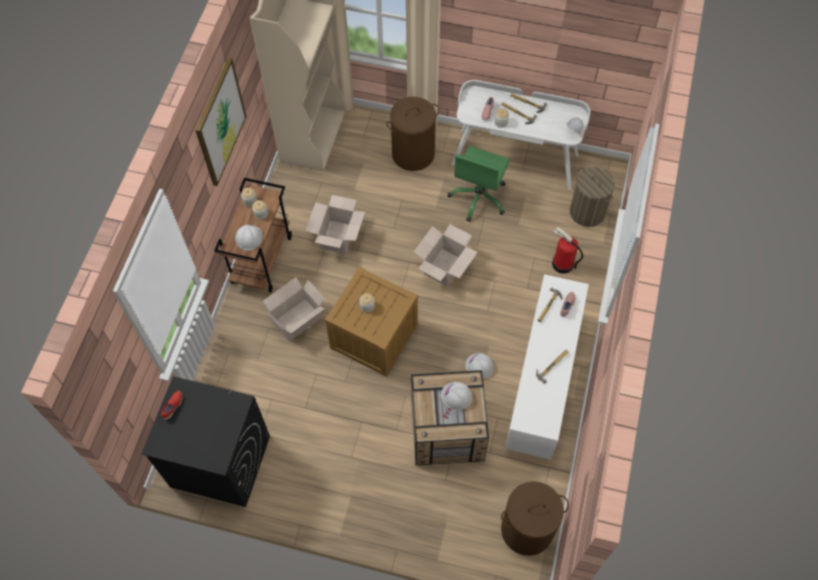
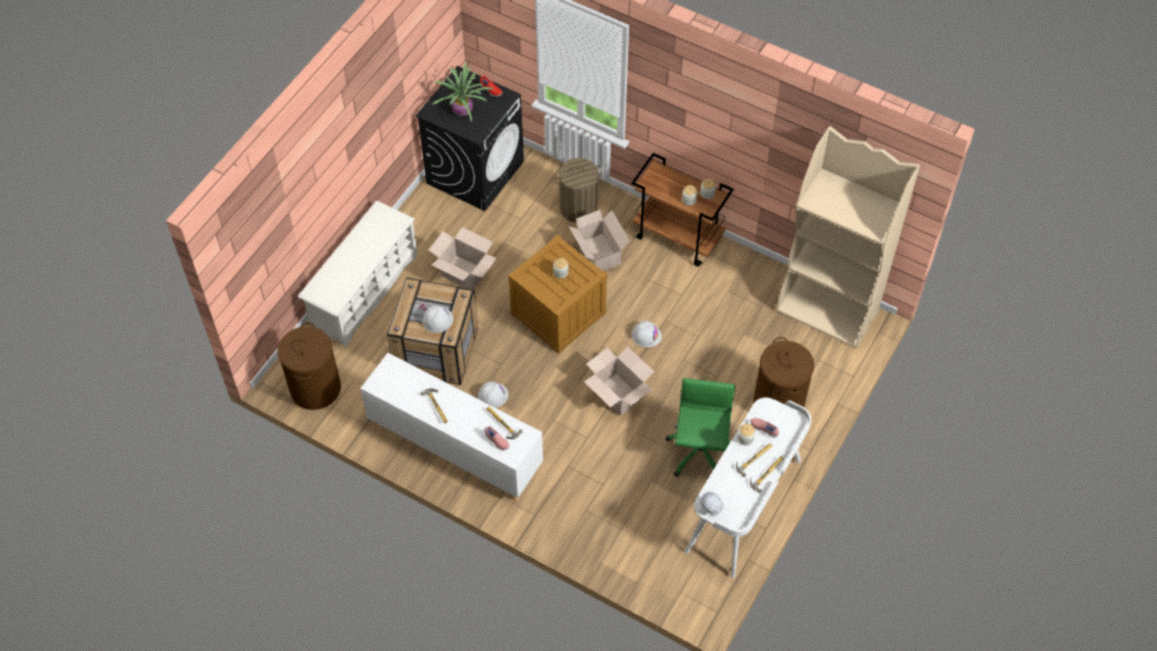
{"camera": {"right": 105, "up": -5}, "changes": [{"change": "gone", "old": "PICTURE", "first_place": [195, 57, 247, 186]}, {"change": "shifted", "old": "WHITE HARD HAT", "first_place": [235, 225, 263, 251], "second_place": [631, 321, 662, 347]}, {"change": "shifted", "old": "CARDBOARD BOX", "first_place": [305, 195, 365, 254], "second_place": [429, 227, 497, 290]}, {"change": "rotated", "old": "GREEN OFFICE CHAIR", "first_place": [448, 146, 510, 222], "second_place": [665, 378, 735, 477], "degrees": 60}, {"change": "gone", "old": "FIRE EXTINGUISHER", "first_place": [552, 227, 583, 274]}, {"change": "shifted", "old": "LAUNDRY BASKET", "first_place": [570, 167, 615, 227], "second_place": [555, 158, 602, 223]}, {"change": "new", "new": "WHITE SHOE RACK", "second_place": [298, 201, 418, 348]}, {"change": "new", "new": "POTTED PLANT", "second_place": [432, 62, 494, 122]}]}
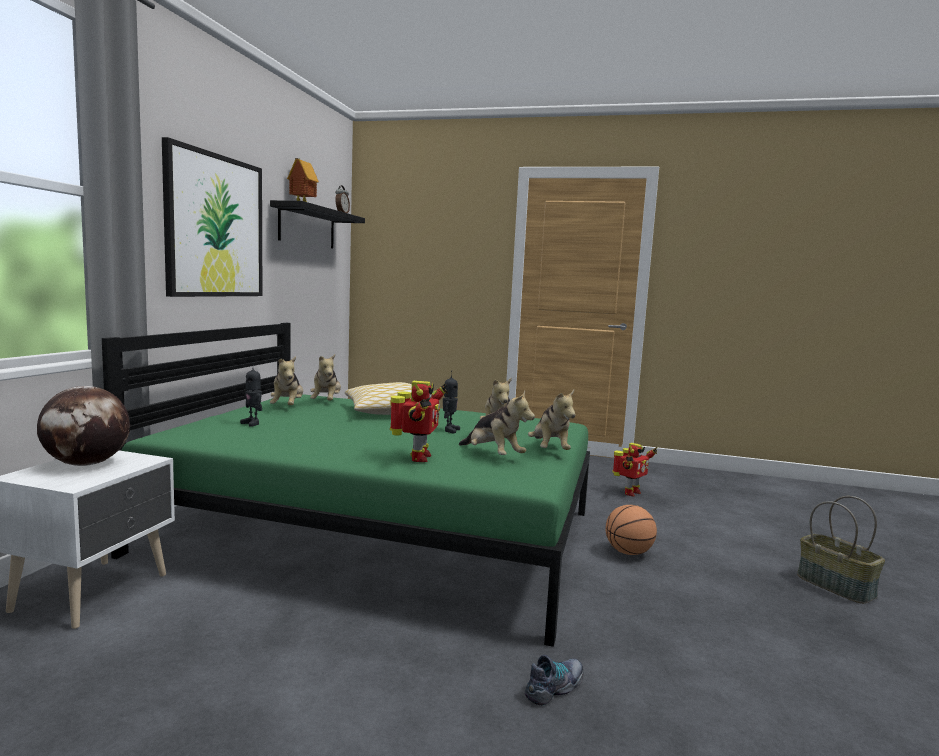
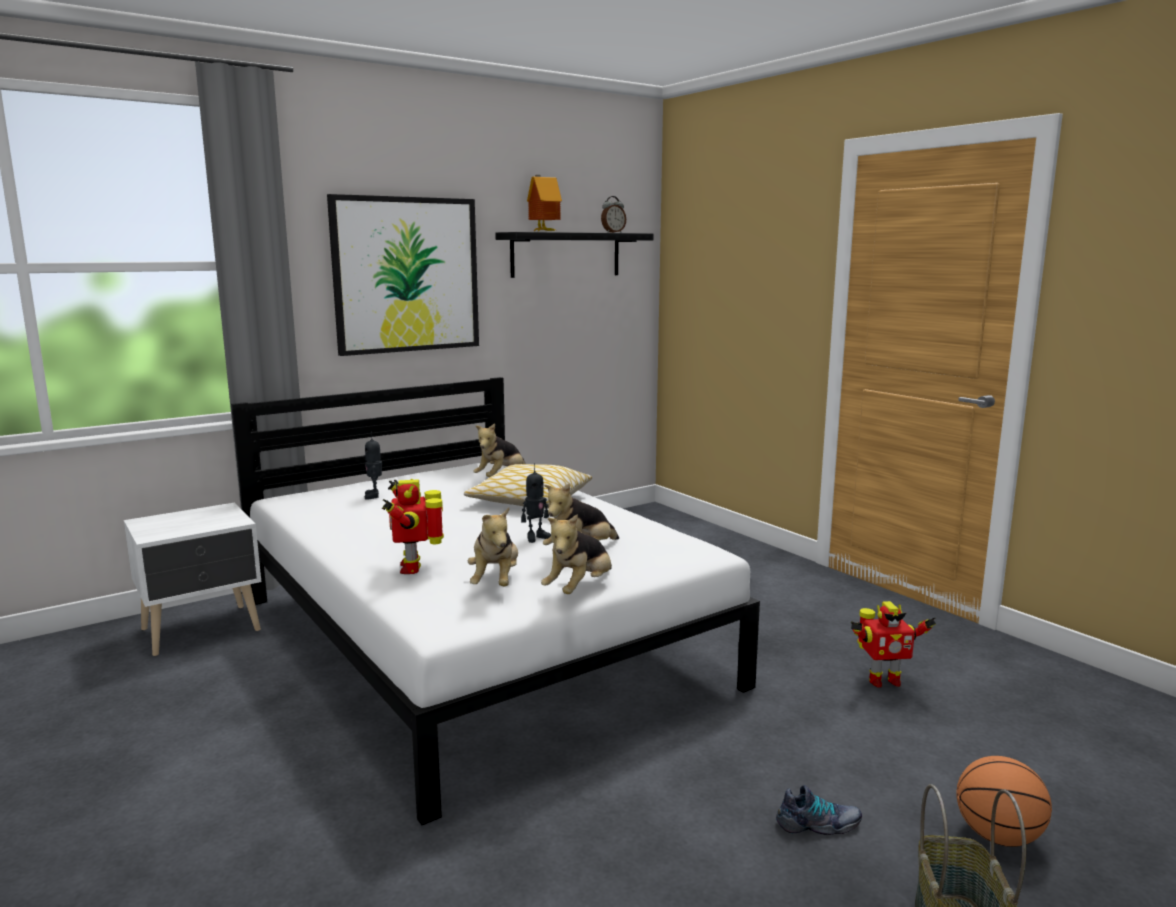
{"camera": {"right": 40, "up": 5}, "changes": [{"change": "gone", "old": "GLOBE", "first_place": [37, 386, 130, 466]}, {"change": "repainted", "old": "GREEN BED", "new": "WHITE BED", "first_place": [102, 323, 590, 647], "second_place": [231, 377, 760, 825]}, {"change": "gone", "old": "PLUSH TOY", "first_place": [270, 356, 303, 405]}, {"change": "rotated", "old": "TOY ROBOT", "first_place": [390, 381, 447, 462], "second_place": [382, 479, 444, 574], "degrees": 120}, {"change": "shifted", "old": "SHOE", "first_place": [525, 655, 583, 705], "second_place": [776, 785, 862, 835]}, {"change": "shifted", "old": "BASKETBALL", "first_place": [605, 505, 657, 555], "second_place": [956, 756, 1052, 847]}]}
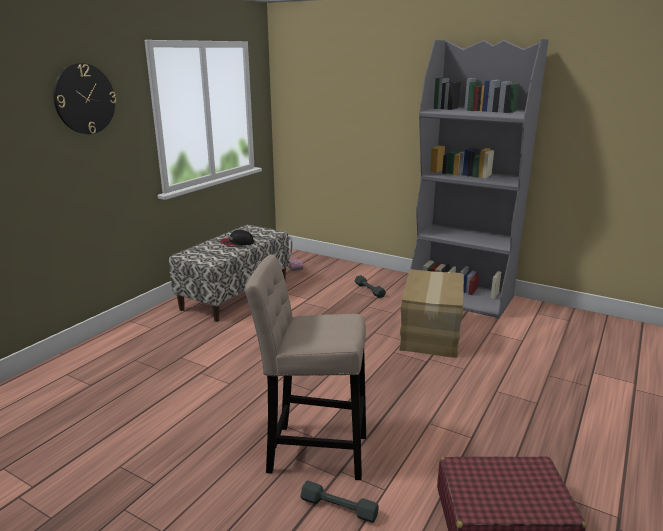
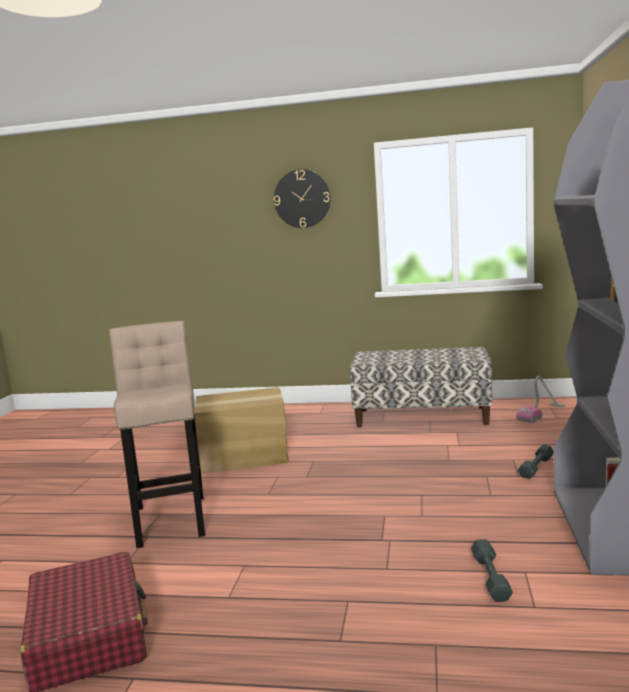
{"camera": {"right": 70, "up": -10}, "changes": [{"change": "gone", "old": "CAP", "first_place": [220, 230, 254, 245]}, {"change": "shifted", "old": "GREY DUMBBELL", "first_place": [300, 481, 379, 523], "second_place": [471, 539, 513, 602]}, {"change": "shifted", "old": "CARDBOARD BOX", "first_place": [399, 269, 464, 358], "second_place": [194, 387, 289, 473]}]}
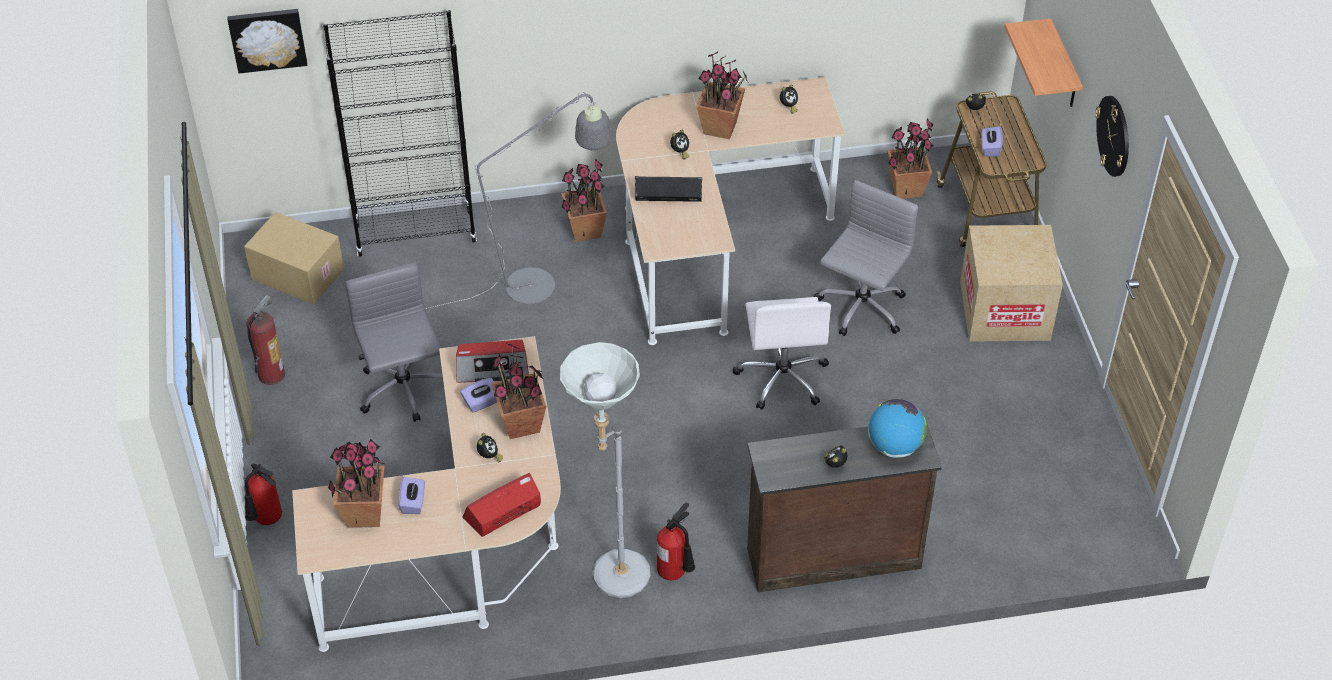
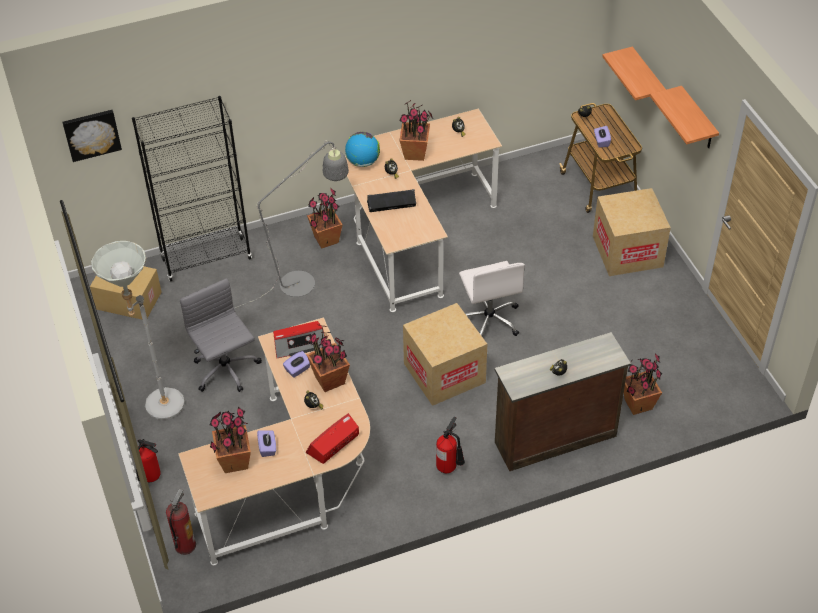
{"camera": {"right": -10, "up": 0}, "changes": [{"change": "shifted", "old": "FIRE EXTINGUISHER", "first_place": [246, 295, 285, 385], "second_place": [166, 489, 196, 555]}, {"change": "shifted", "old": "GREY FLOOR LAMP", "first_place": [560, 342, 651, 598], "second_place": [91, 241, 185, 420]}, {"change": "gone", "old": "GREY OFFICE CHAIR", "first_place": [814, 180, 918, 336]}, {"change": "shifted", "old": "GLOBE", "first_place": [868, 399, 927, 458], "second_place": [345, 132, 380, 167]}, {"change": "shifted", "old": "POTTED PLANT", "first_place": [887, 118, 933, 199], "second_place": [624, 353, 662, 415]}, {"change": "swapped", "old": "WALL CLOCK", "new": "SHELF", "first_place": [1095, 96, 1129, 177], "second_place": [650, 86, 719, 148]}, {"change": "new", "new": "CARDBOARD BOX", "second_place": [403, 303, 487, 406]}]}
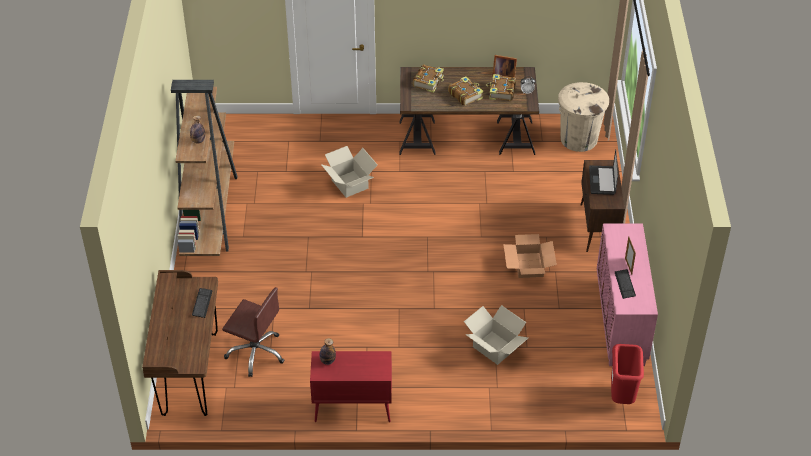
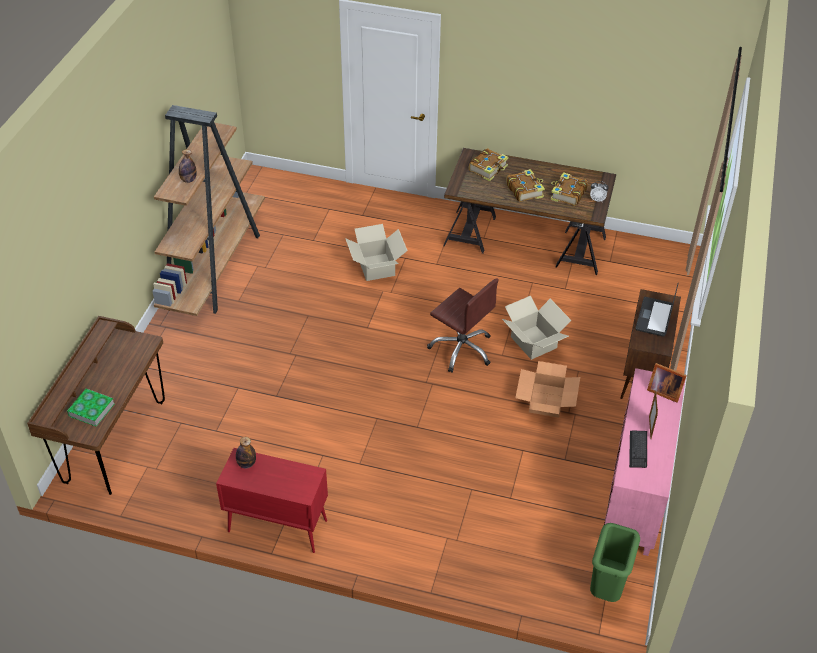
{"camera": {"right": 15, "up": 0}, "changes": [{"change": "gone", "old": "KEYBOARD", "first_place": [192, 288, 213, 318]}, {"change": "shifted", "old": "BROWN OFFICE CHAIR", "first_place": [222, 287, 284, 377], "second_place": [427, 278, 499, 372]}, {"change": "shifted", "old": "CARDBOARD BOX", "first_place": [464, 305, 528, 365], "second_place": [502, 296, 571, 360]}, {"change": "shifted", "old": "PICTURE FRAME", "first_place": [492, 55, 517, 77], "second_place": [647, 363, 687, 403]}, {"change": "gone", "old": "BEIGE TRASH CAN", "first_place": [558, 82, 609, 152]}, {"change": "repainted", "old": "RED TRASH CAN", "new": "GREEN TRASH CAN", "first_place": [611, 344, 644, 404], "second_place": [590, 523, 640, 602]}, {"change": "new", "new": "BOOK", "second_place": [67, 389, 114, 427]}]}
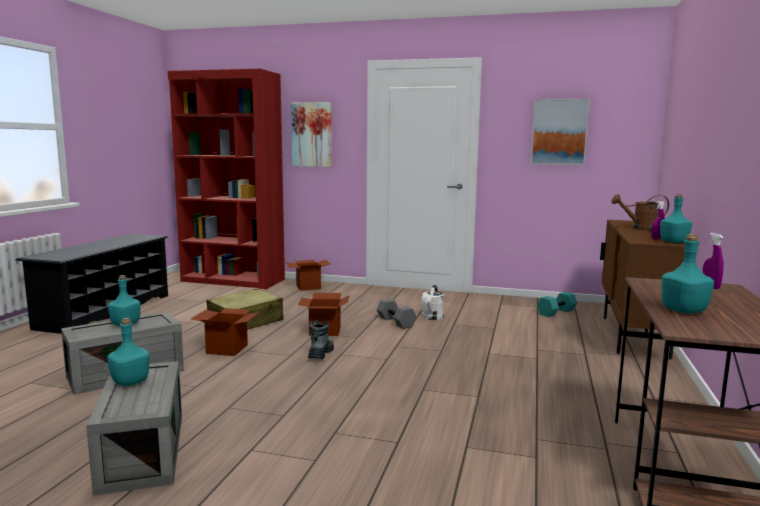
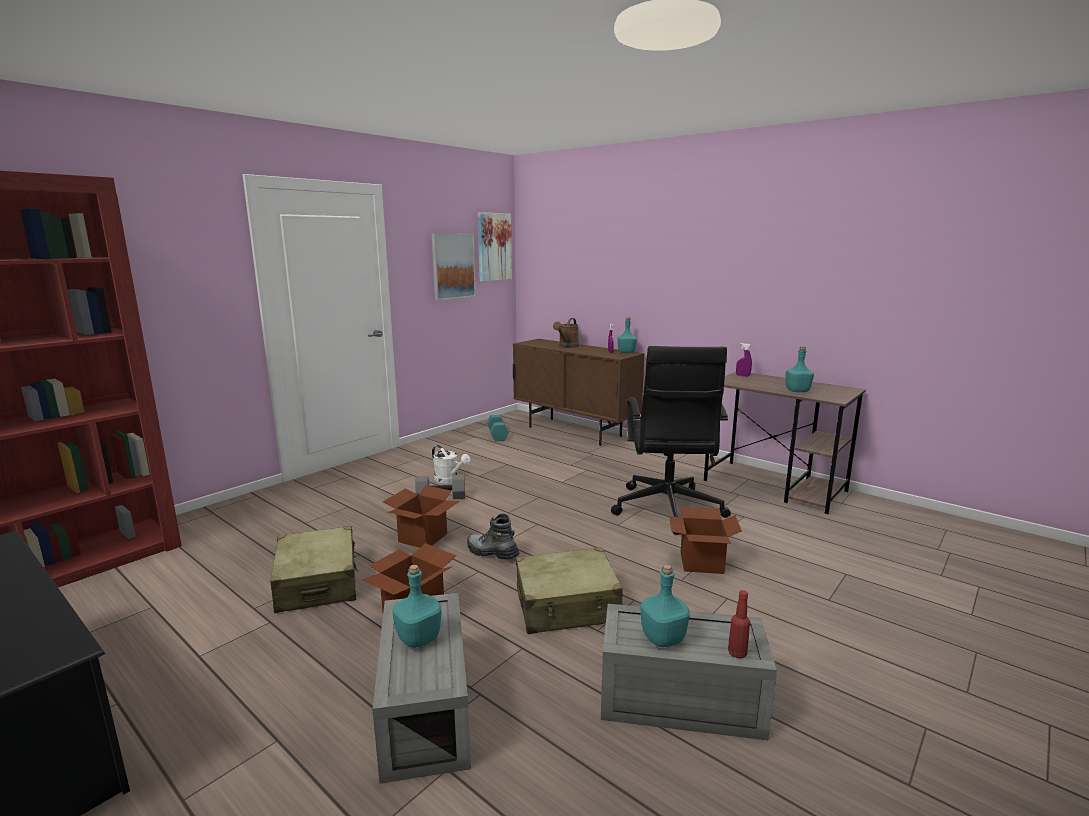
{"camera": {"right": -65, "up": 5}, "changes": [{"change": "shifted", "old": "CARDBOARD BOX", "first_place": [287, 260, 330, 291], "second_place": [669, 507, 742, 574]}, {"change": "shifted", "old": "PICTURE", "first_place": [291, 102, 332, 167], "second_place": [478, 212, 512, 282]}, {"change": "new", "new": "BEIGE SUITCASE", "second_place": [516, 547, 623, 634]}, {"change": "new", "new": "BLACK OFFICE CHAIR", "second_place": [611, 346, 731, 535]}, {"change": "new", "new": "RED BOTTLE", "second_place": [728, 590, 750, 658]}]}
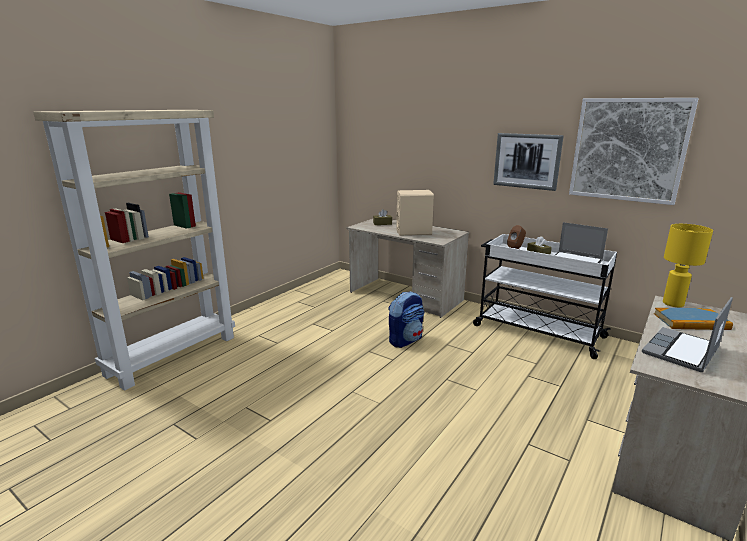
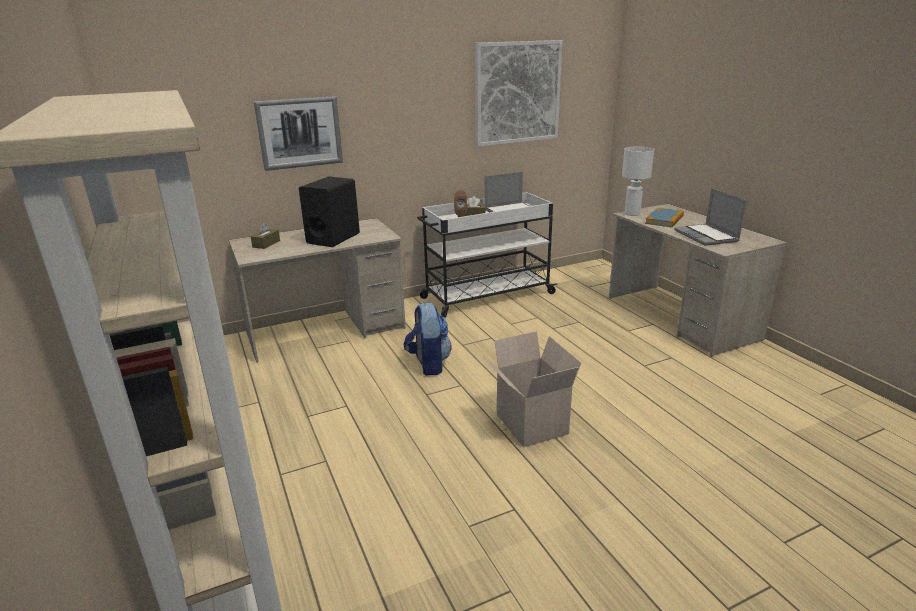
{"camera": {"right": -60, "up": 5}, "changes": [{"change": "repainted", "old": "BEIGE SPEAKER", "new": "BLACK SPEAKER", "first_place": [396, 190, 434, 236], "second_place": [299, 176, 360, 247]}, {"change": "shifted", "old": "PICTURE", "first_place": [493, 133, 564, 191], "second_place": [254, 96, 343, 171]}, {"change": "repainted", "old": "YELLOW TABLE LAMP", "new": "WHITE TABLE LAMP", "first_place": [663, 224, 713, 307], "second_place": [622, 147, 654, 216]}, {"change": "new", "new": "CARDBOARD BOX", "second_place": [482, 331, 581, 447]}]}
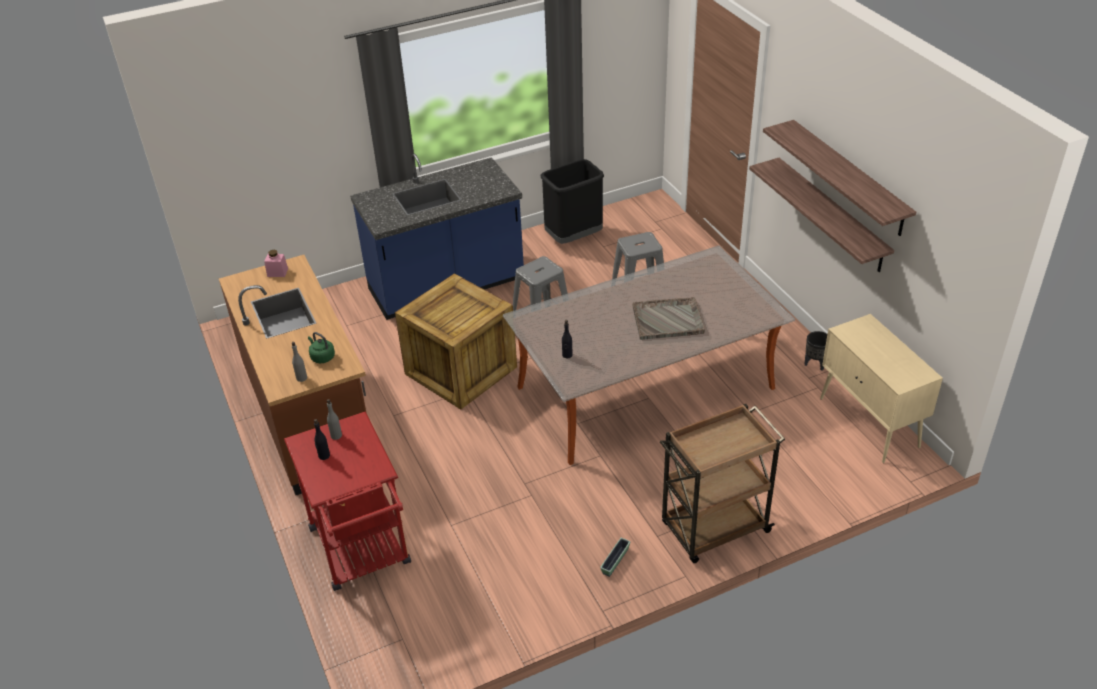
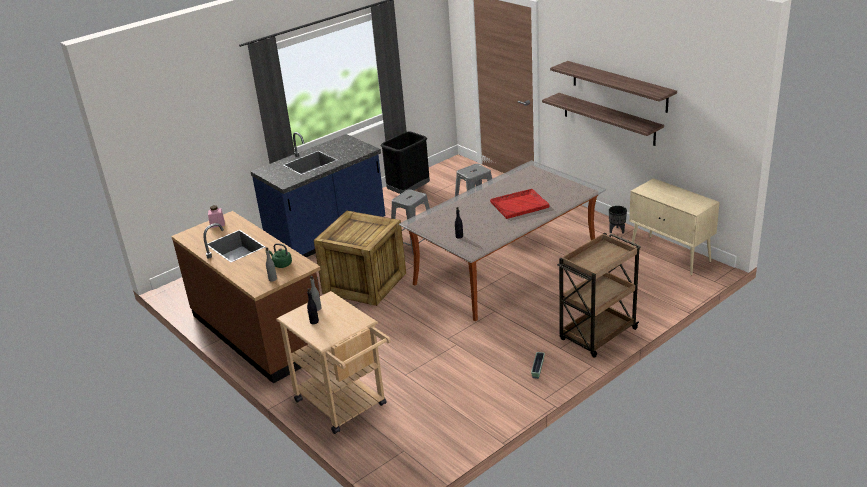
{"camera": {"right": -15, "up": -10}, "changes": [{"change": "repainted", "old": "RED CART", "new": "BEIGE CART", "first_place": [284, 411, 411, 591], "second_place": [276, 291, 391, 434]}, {"change": "repainted", "old": "GREY TRAY", "new": "RED TRAY", "first_place": [632, 297, 705, 340], "second_place": [490, 189, 549, 219]}]}
